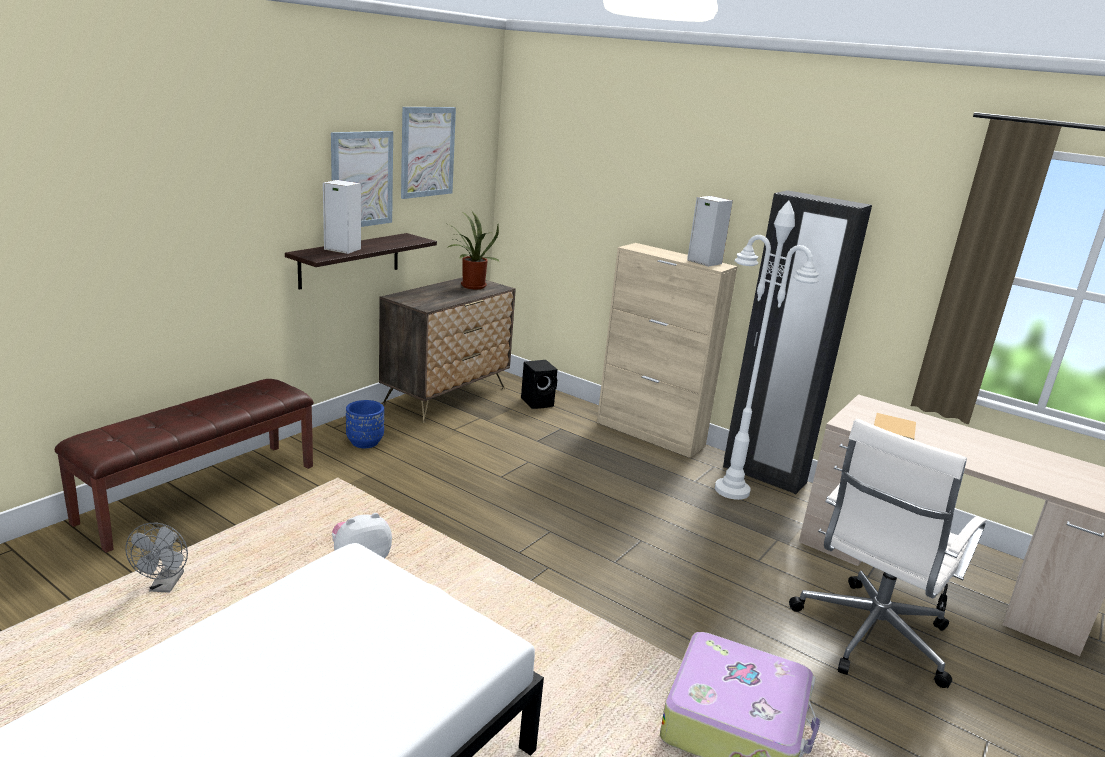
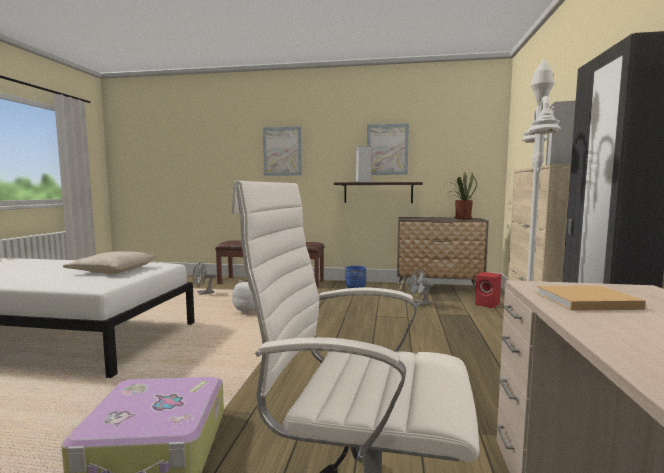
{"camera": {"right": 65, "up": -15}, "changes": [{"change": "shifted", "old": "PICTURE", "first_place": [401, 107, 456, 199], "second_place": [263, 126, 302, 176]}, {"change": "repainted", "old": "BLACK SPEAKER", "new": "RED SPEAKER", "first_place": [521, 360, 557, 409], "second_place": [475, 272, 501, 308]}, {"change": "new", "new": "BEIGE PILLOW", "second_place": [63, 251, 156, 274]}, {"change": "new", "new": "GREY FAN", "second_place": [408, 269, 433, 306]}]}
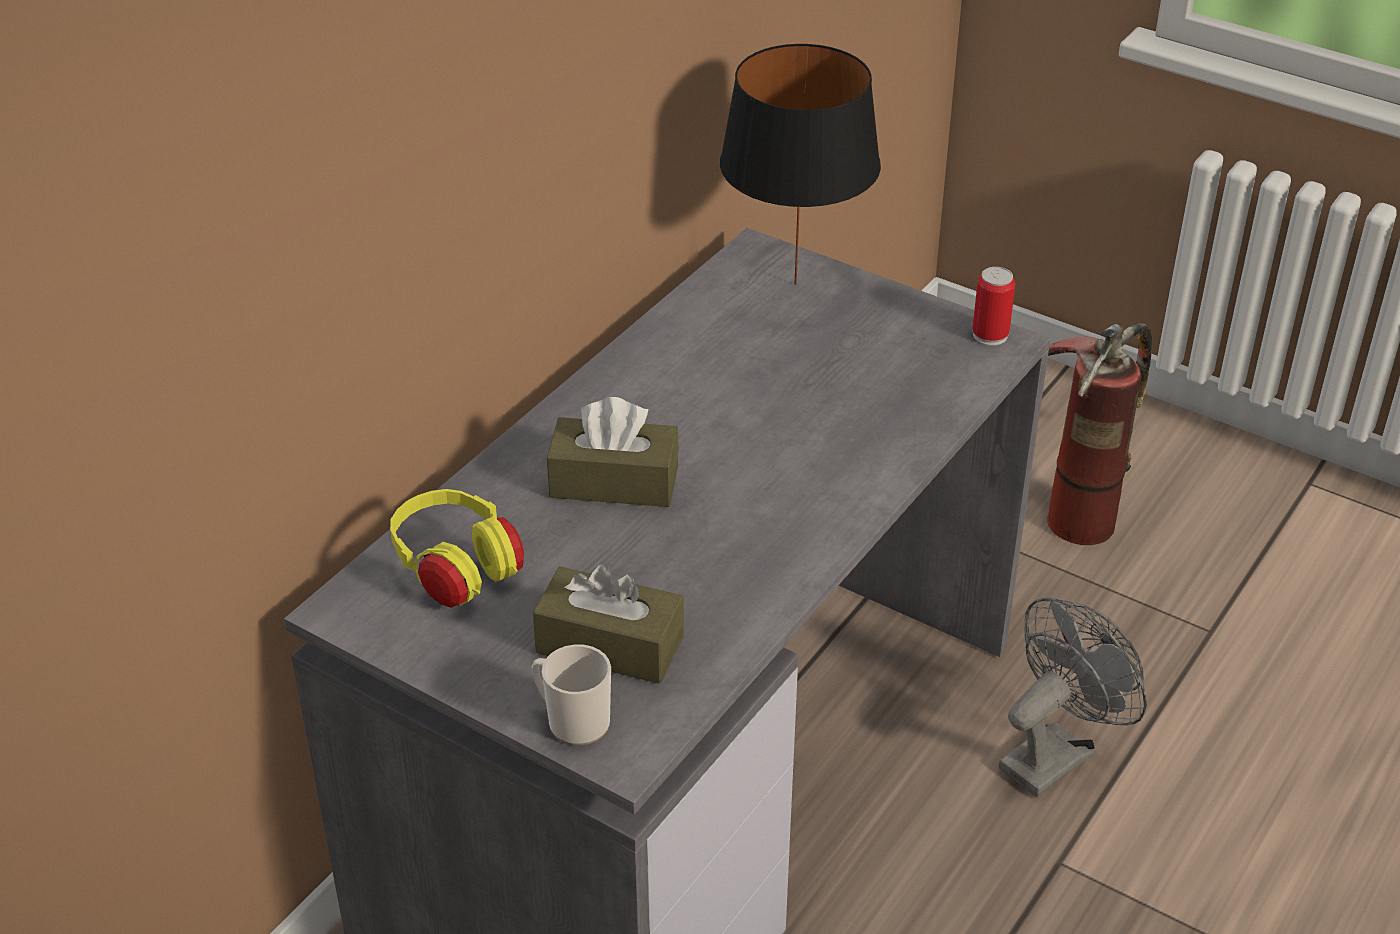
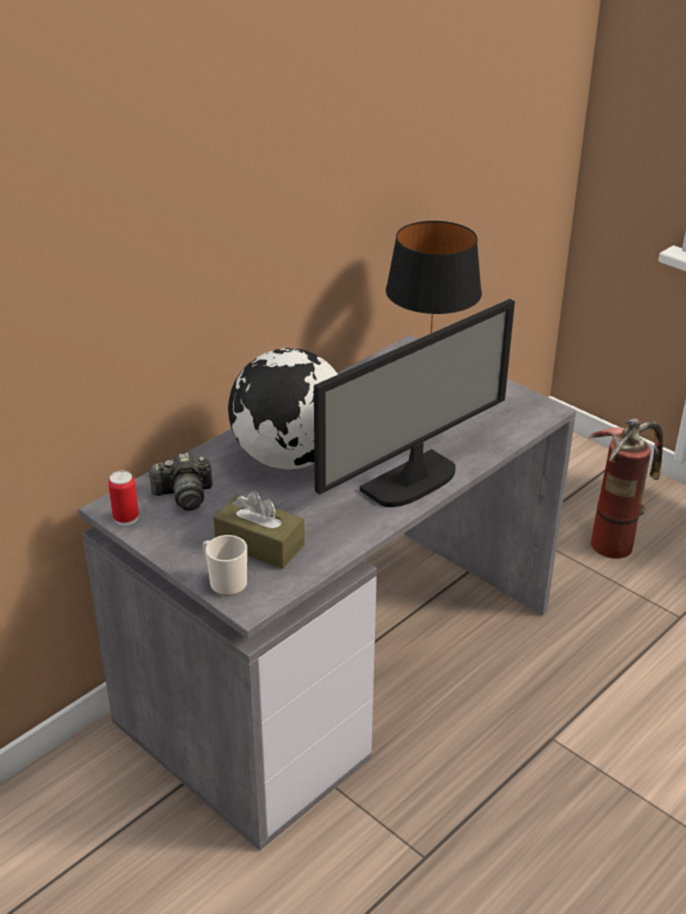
{"camera": {"right": 10, "up": -5}, "changes": [{"change": "swapped", "old": "YELLOW HEADPHONES", "new": "PHOTO CAMERA", "first_place": [390, 489, 524, 608], "second_place": [147, 453, 212, 511]}, {"change": "swapped", "old": "BROWN TISSUE BOX", "new": "GLOBE", "first_place": [547, 397, 679, 507], "second_place": [228, 348, 338, 470]}, {"change": "shifted", "old": "CAN", "first_place": [972, 267, 1015, 346], "second_place": [108, 471, 139, 526]}, {"change": "gone", "old": "GREY FAN", "first_place": [999, 598, 1147, 797]}, {"change": "new", "new": "MONITOR", "second_place": [314, 299, 515, 507]}]}
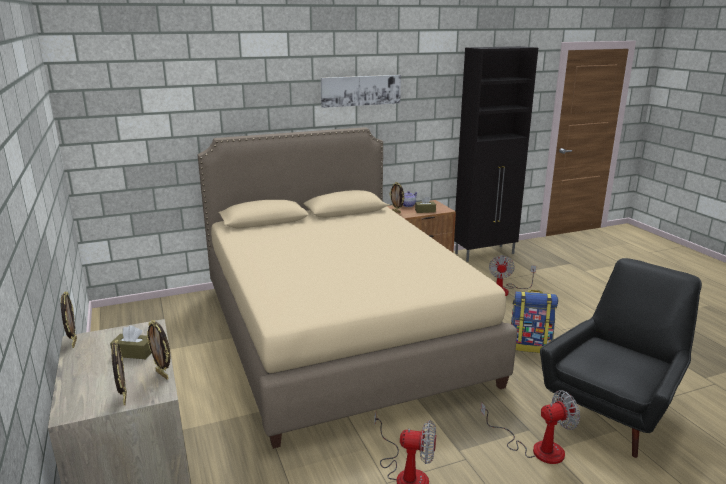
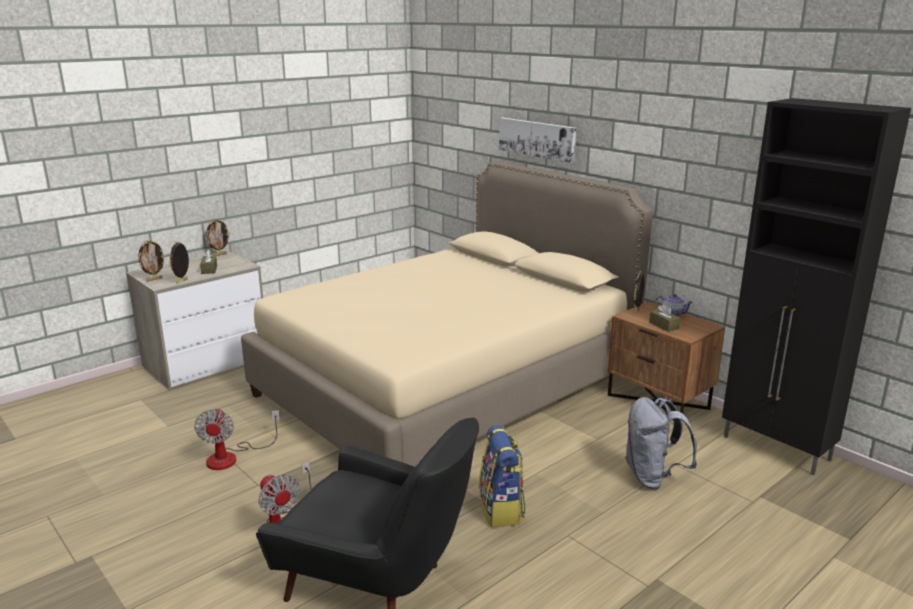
{"camera": {"right": 70, "up": 0}, "changes": [{"change": "shifted", "old": "PICTURE", "first_place": [321, 75, 401, 108], "second_place": [499, 118, 576, 163]}, {"change": "swapped", "old": "FAN", "new": "GREY BACKPACK", "first_place": [489, 255, 536, 296], "second_place": [625, 397, 697, 490]}]}
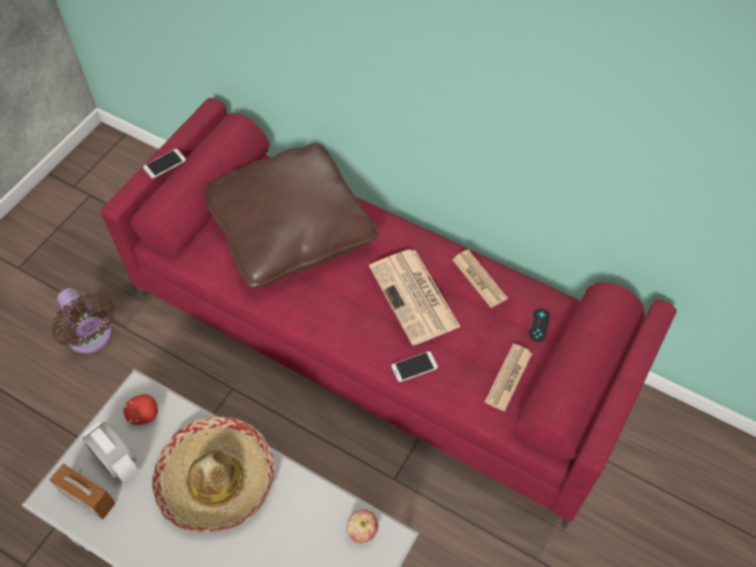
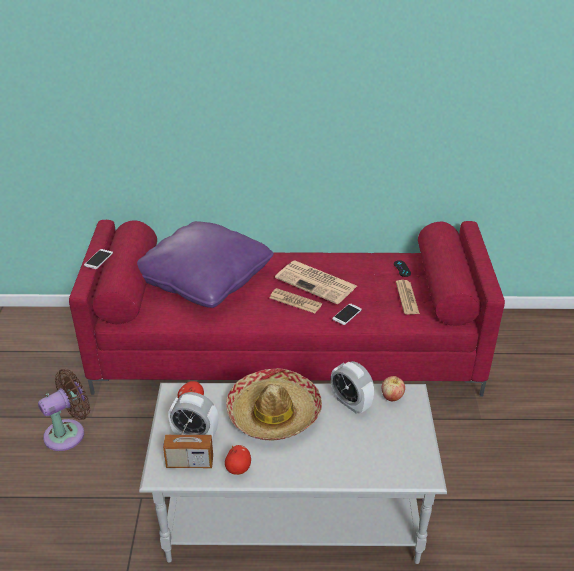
{"camera": {"right": -30, "up": -20}, "changes": [{"change": "rotated", "old": "BROWN FAN", "first_place": [52, 288, 115, 354], "second_place": [38, 369, 90, 451], "degrees": -60}, {"change": "repainted", "old": "BROWN PILLOW", "new": "PURPLE PILLOW", "first_place": [205, 143, 379, 288], "second_place": [137, 221, 274, 308]}, {"change": "shifted", "old": "NEWSPAPER", "first_place": [452, 249, 508, 308], "second_place": [270, 288, 322, 313]}, {"change": "new", "new": "APPLE", "second_place": [225, 445, 251, 475]}, {"change": "new", "new": "ALARM CLOCK", "second_place": [331, 361, 374, 413]}]}
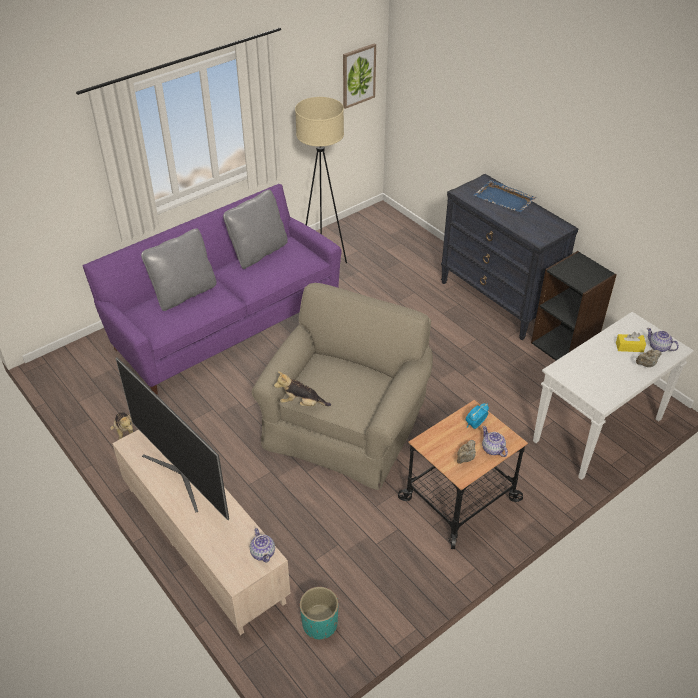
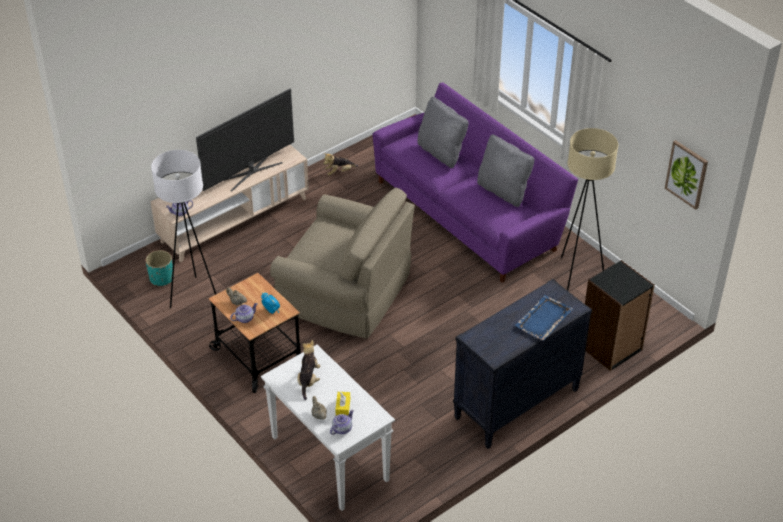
{"camera": {"right": 90, "up": 0}, "changes": [{"change": "shifted", "old": "PLUSH TOY", "first_place": [274, 371, 331, 406], "second_place": [297, 340, 320, 400]}, {"change": "shifted", "old": "BLACK BOOKCASE", "first_place": [531, 251, 617, 360], "second_place": [585, 260, 655, 371]}, {"change": "new", "new": "WHITE FLOOR LAMP", "second_place": [151, 150, 216, 308]}]}
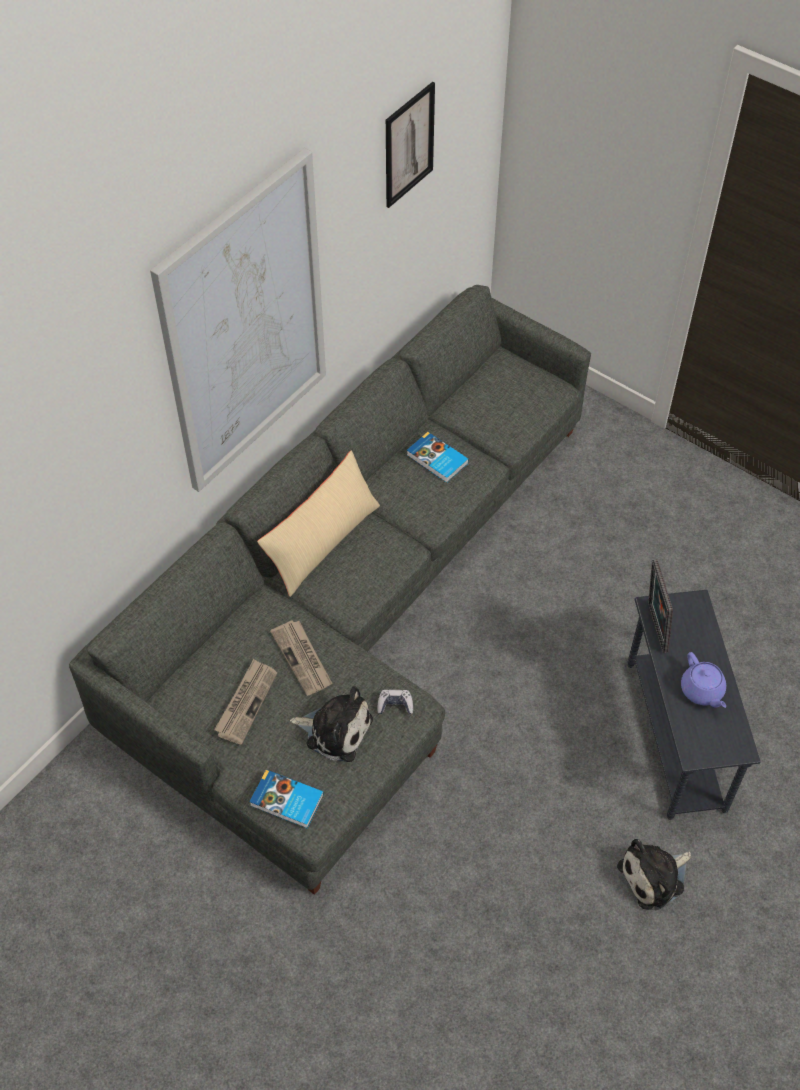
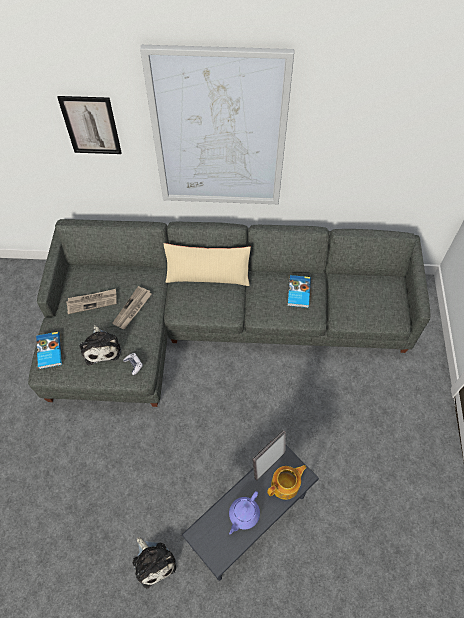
{"camera": {"right": 55, "up": 5}, "changes": [{"change": "shifted", "old": "PICTURE", "first_place": [386, 82, 435, 208], "second_place": [57, 96, 122, 154]}, {"change": "rotated", "old": "PLUSH TOY", "first_place": [617, 839, 691, 910], "second_place": [132, 537, 176, 588], "degrees": -150}, {"change": "new", "new": "TEAPOT", "second_place": [267, 465, 307, 500]}]}
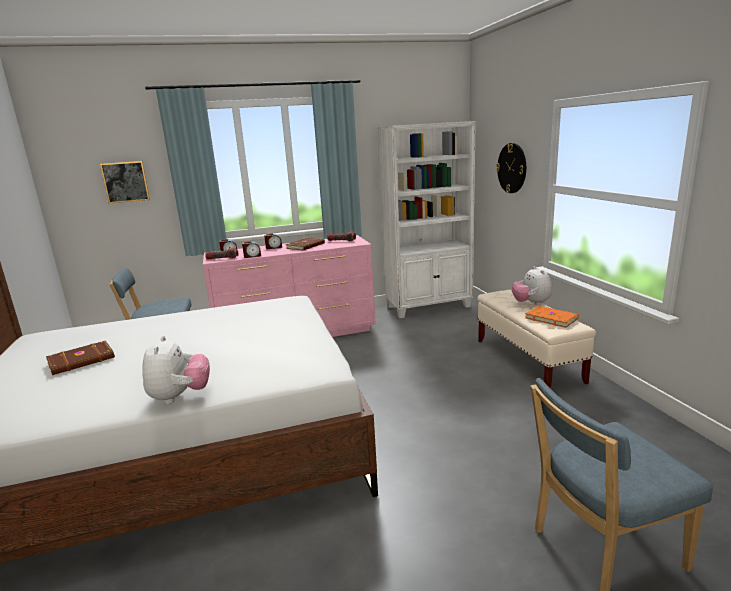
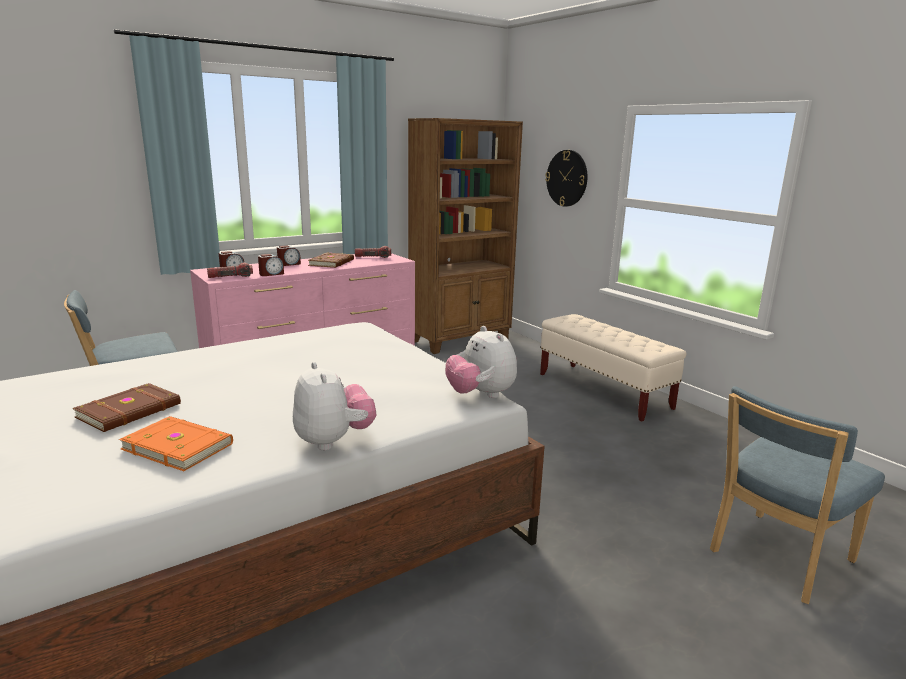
{"camera": {"right": -20, "up": 0}, "changes": [{"change": "gone", "old": "PICTURE", "first_place": [100, 161, 150, 203]}, {"change": "repainted", "old": "WHITE BOOKCASE", "new": "BROWN BOOKCASE", "first_place": [377, 121, 476, 319], "second_place": [408, 118, 523, 354]}, {"change": "shifted", "old": "PLUSH TOY", "first_place": [512, 266, 552, 305], "second_place": [445, 326, 517, 398]}, {"change": "shifted", "old": "ORANGE BOOK", "first_place": [525, 306, 579, 328], "second_place": [119, 416, 233, 471]}]}
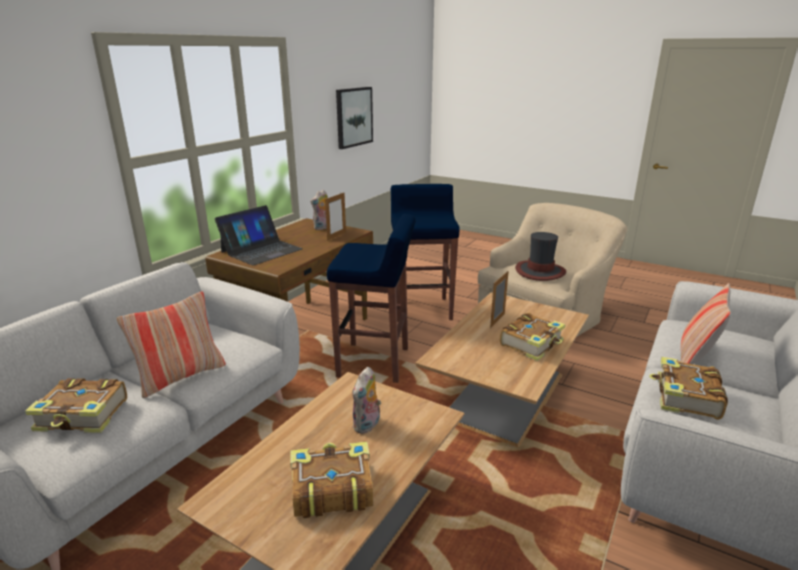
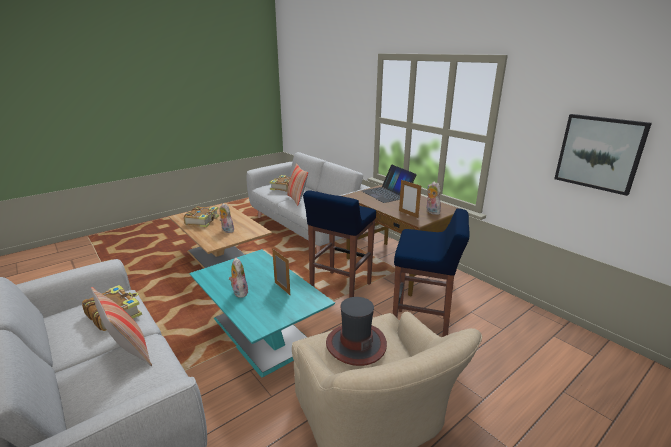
{"camera": {"right": 110, "up": 0}, "changes": [{"change": "repainted", "old": "BROWN COFFEE TABLE", "new": "TURQUOISE COFFEE TABLE", "first_place": [416, 292, 589, 447], "second_place": [189, 249, 335, 377]}, {"change": "swapped", "old": "BOOK", "new": "PLUSH TOY", "first_place": [500, 313, 566, 361], "second_place": [229, 258, 248, 298]}]}
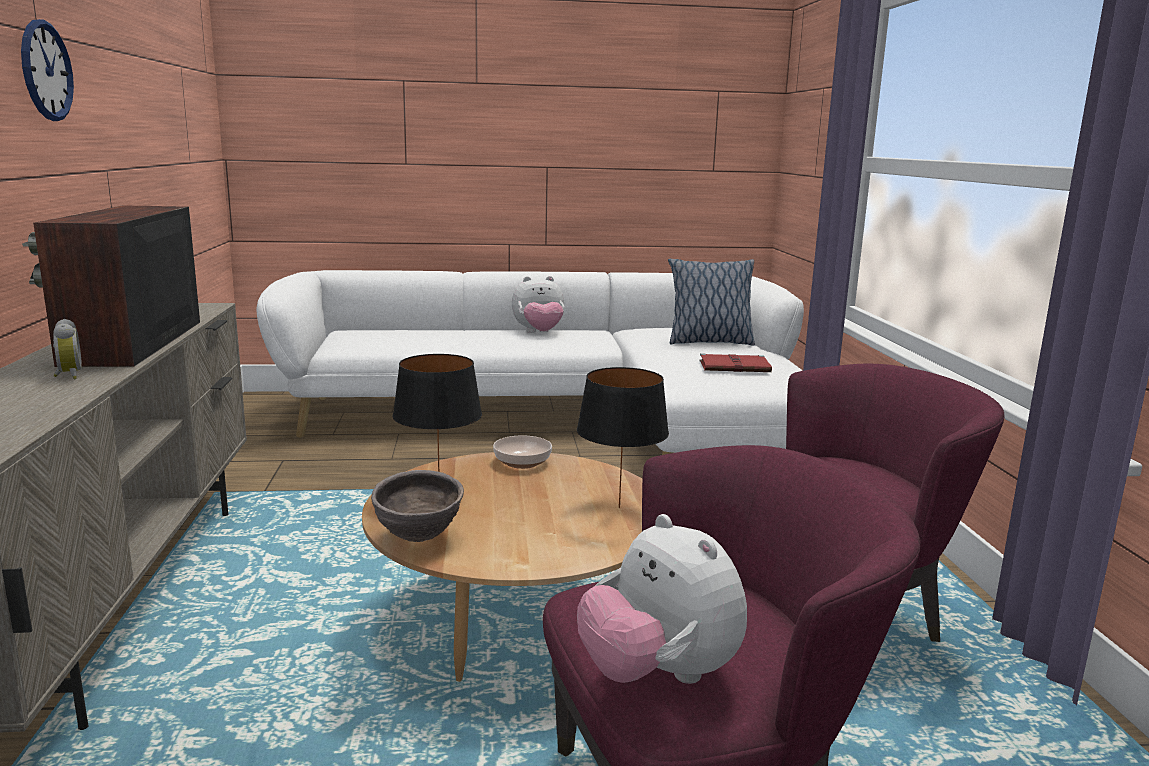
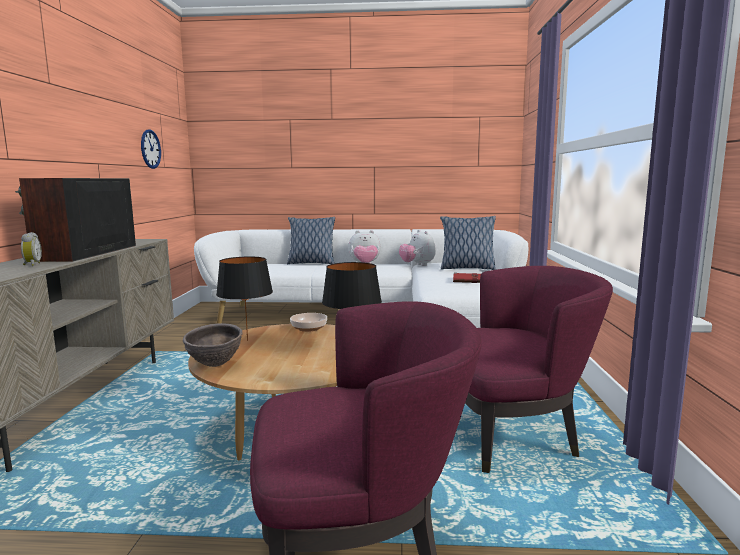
{"camera": {"right": 10, "up": -5}, "changes": [{"change": "shifted", "old": "WALL CLOCK", "first_place": [21, 19, 74, 121], "second_place": [141, 129, 161, 169]}, {"change": "shifted", "old": "PLUSH TOY", "first_place": [577, 514, 747, 684], "second_place": [399, 230, 436, 266]}, {"change": "new", "new": "PILLOW", "second_place": [287, 217, 335, 264]}]}
